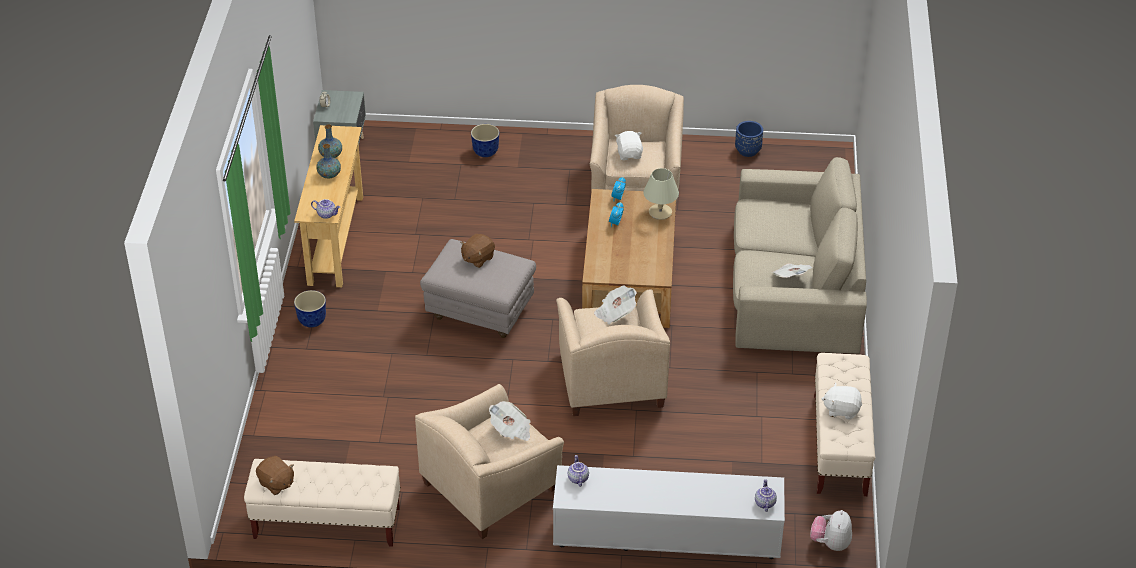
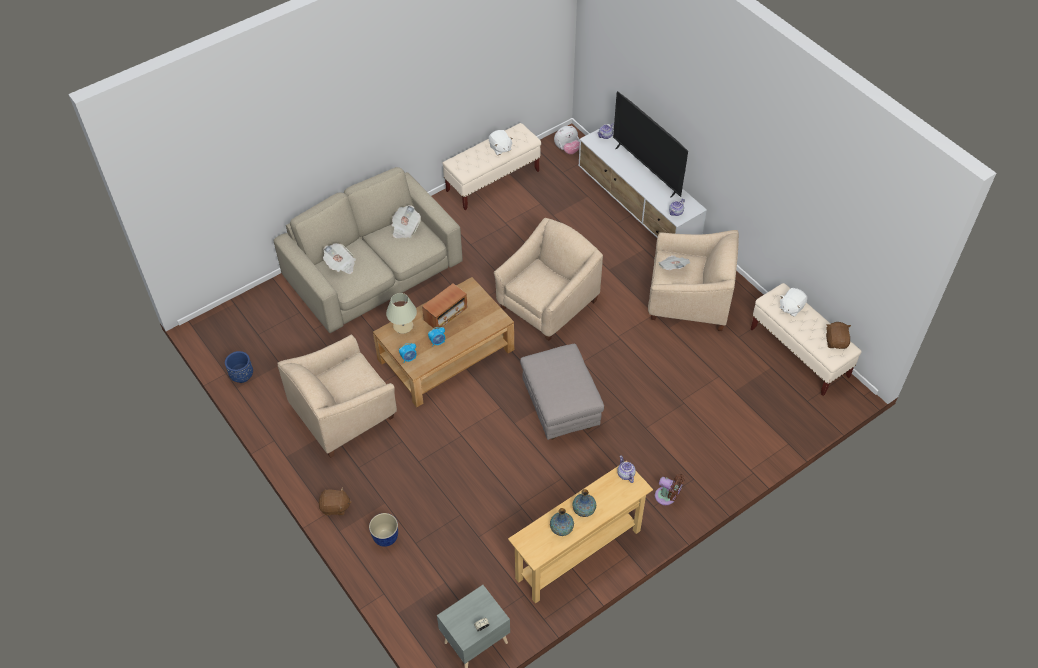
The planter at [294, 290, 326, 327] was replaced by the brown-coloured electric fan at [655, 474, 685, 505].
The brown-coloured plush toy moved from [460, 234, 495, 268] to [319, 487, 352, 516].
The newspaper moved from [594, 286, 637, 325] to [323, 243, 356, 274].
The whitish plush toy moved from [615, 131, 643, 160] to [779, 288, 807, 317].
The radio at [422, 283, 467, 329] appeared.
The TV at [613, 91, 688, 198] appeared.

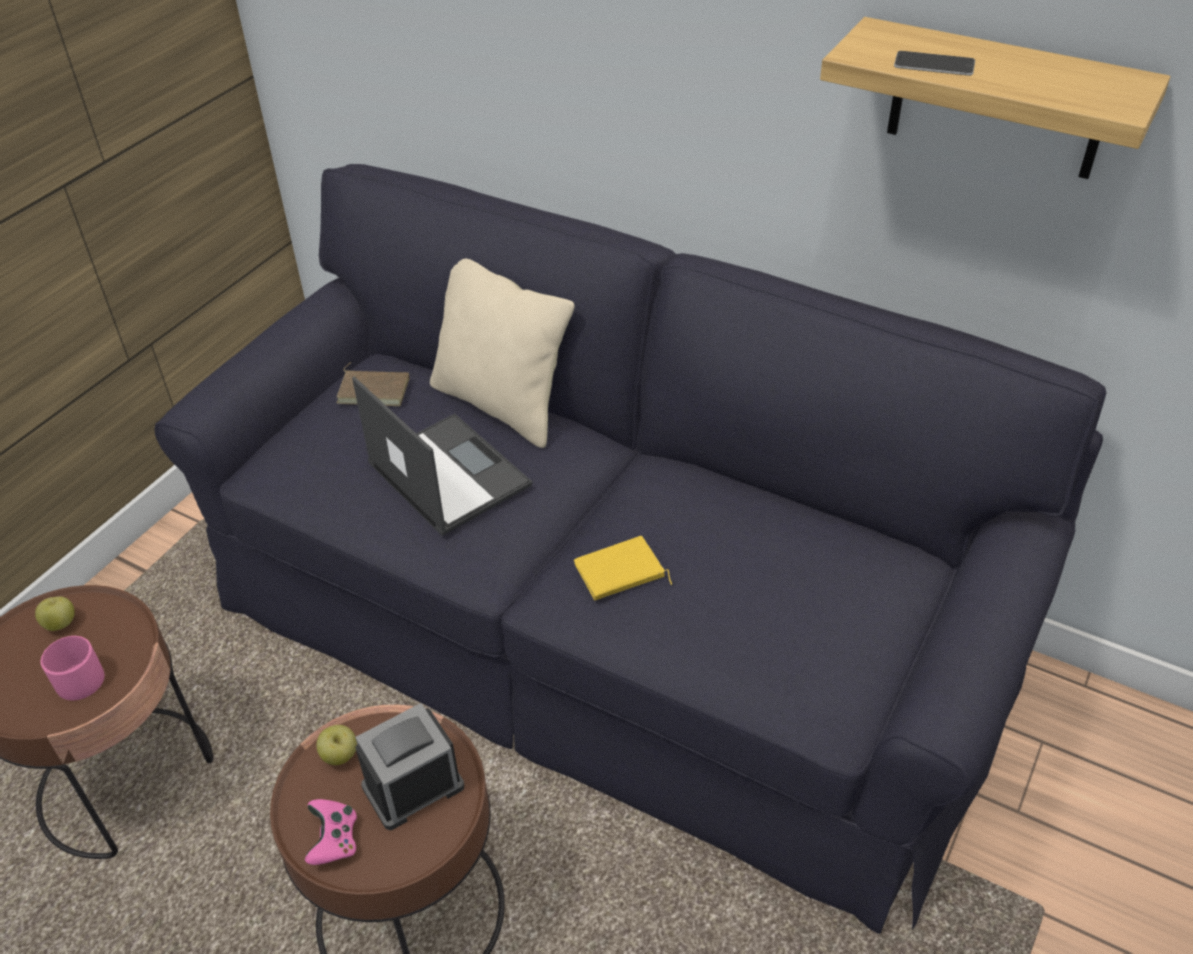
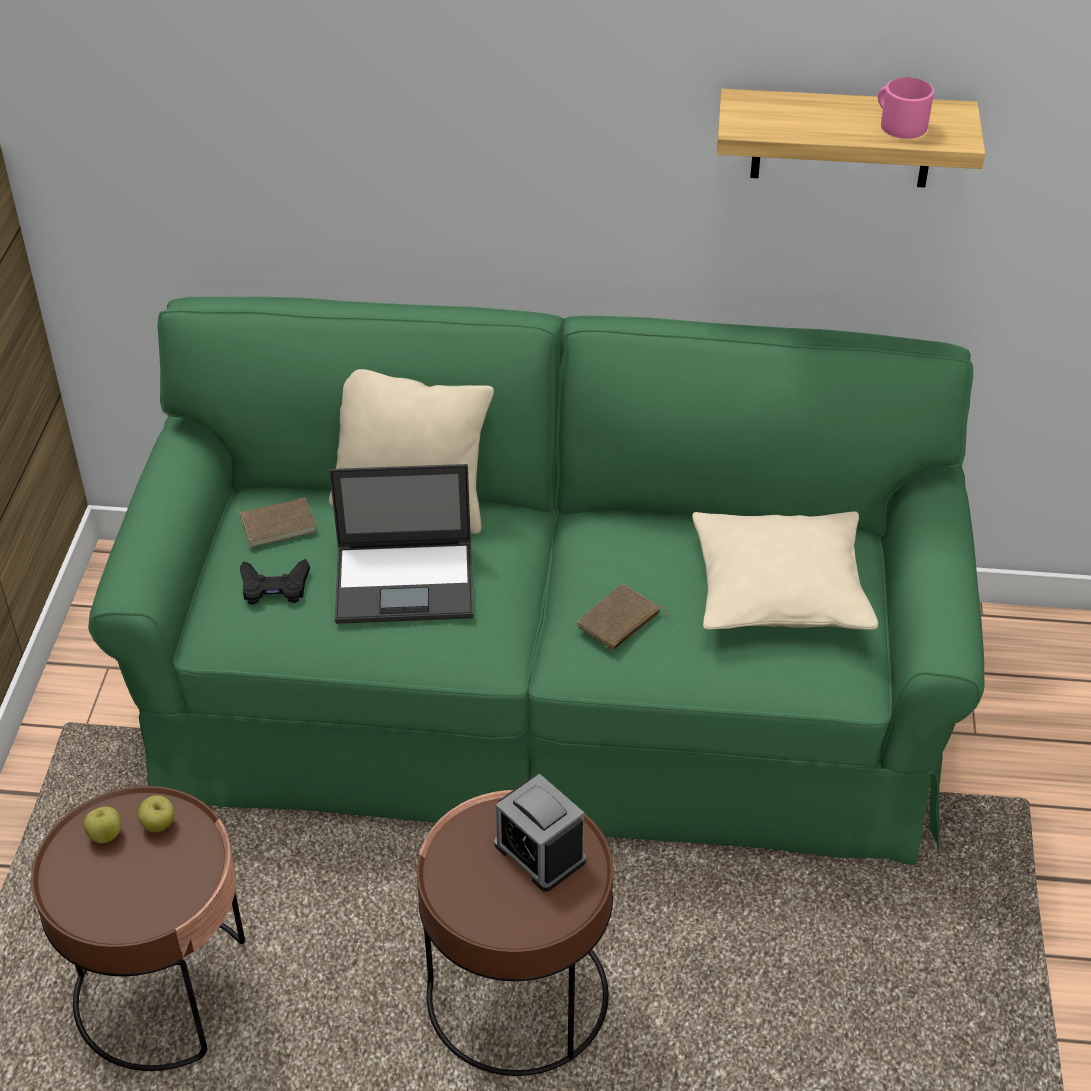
The pink mug moved from [41, 636, 105, 700] to [878, 77, 934, 139].
The blackish settee at [154, 164, 1106, 934] became the green settee at [88, 297, 985, 865].
The pink game controller at [305, 799, 357, 865] disappeared.
The apple fruit moved from [316, 725, 357, 765] to [137, 795, 175, 832].
The portable computer at [352, 376, 532, 536] turned 150 degrees clockwise.
The alarm clock at [355, 703, 464, 830] turned 75 degrees counterclockwise.
The yellowish volume at [574, 536, 672, 600] became the brown-coloured volume at [576, 584, 672, 651].
The handset at [894, 51, 975, 76] disappeared.
The blackish game controller at [240, 559, 310, 605] appeared.
The sand-coloured throw pillow at [692, 511, 878, 630] appeared.

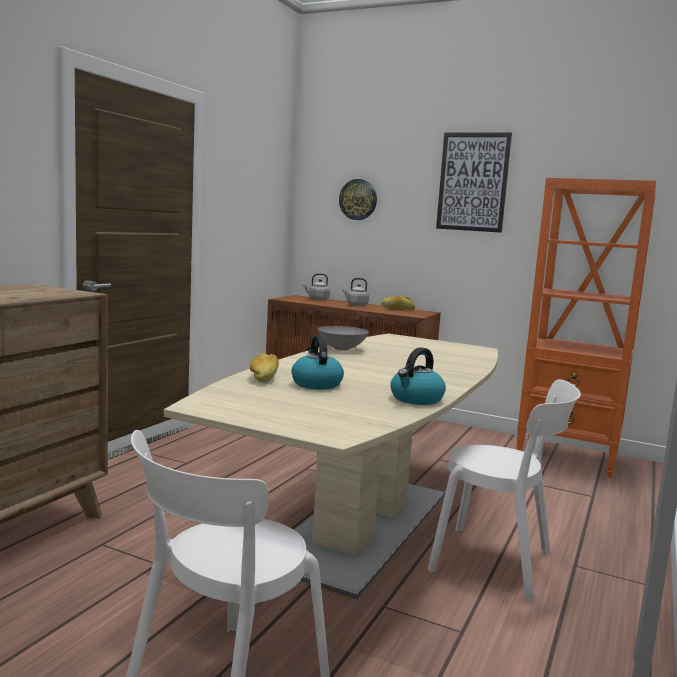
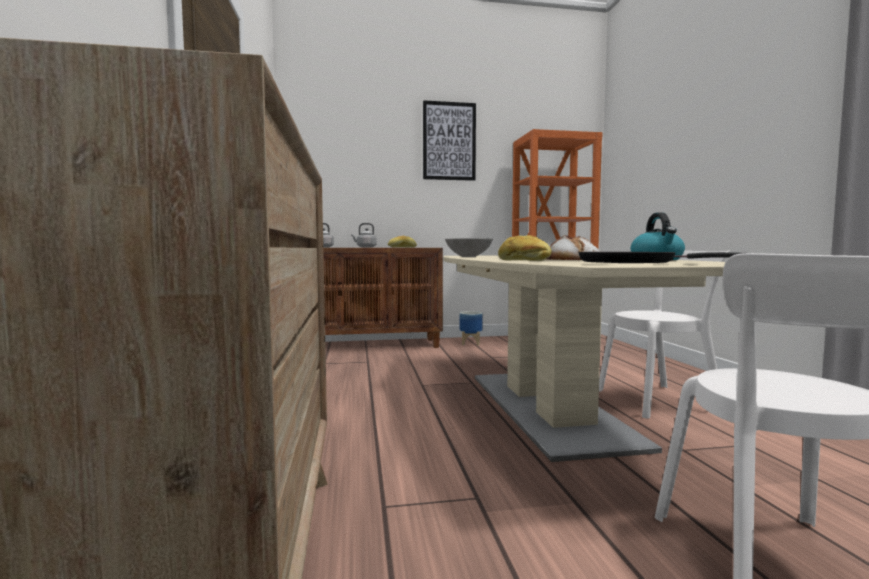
The tea kettle at [292, 335, 344, 390] was replaced by the bakery bread at [546, 235, 600, 260].
The clock on the wall at [339, 179, 377, 220] disappeared.
The planter at [460, 311, 483, 346] appeared.
The blackish pan at [578, 252, 743, 263] appeared.

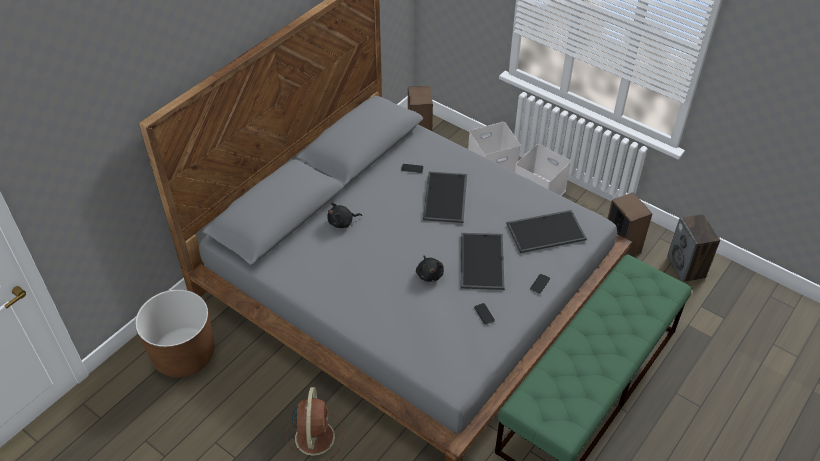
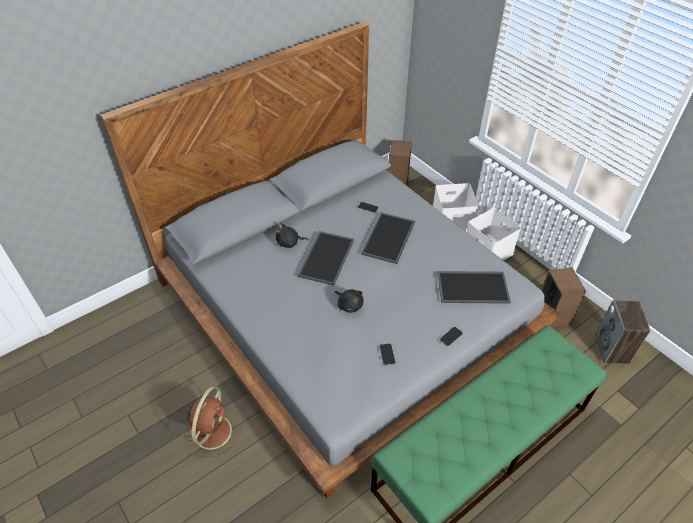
The brown-coloured planter at [135, 289, 215, 377] disappeared.
The blackish plush toy at [416, 255, 444, 282] turned 45 degrees counterclockwise.
The serving tray moved from [461, 233, 504, 290] to [297, 231, 354, 285].

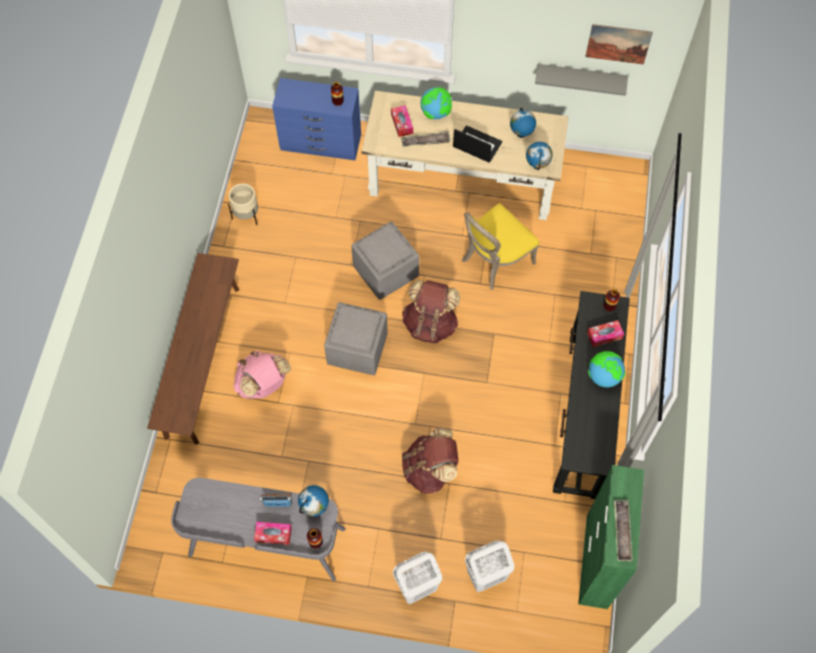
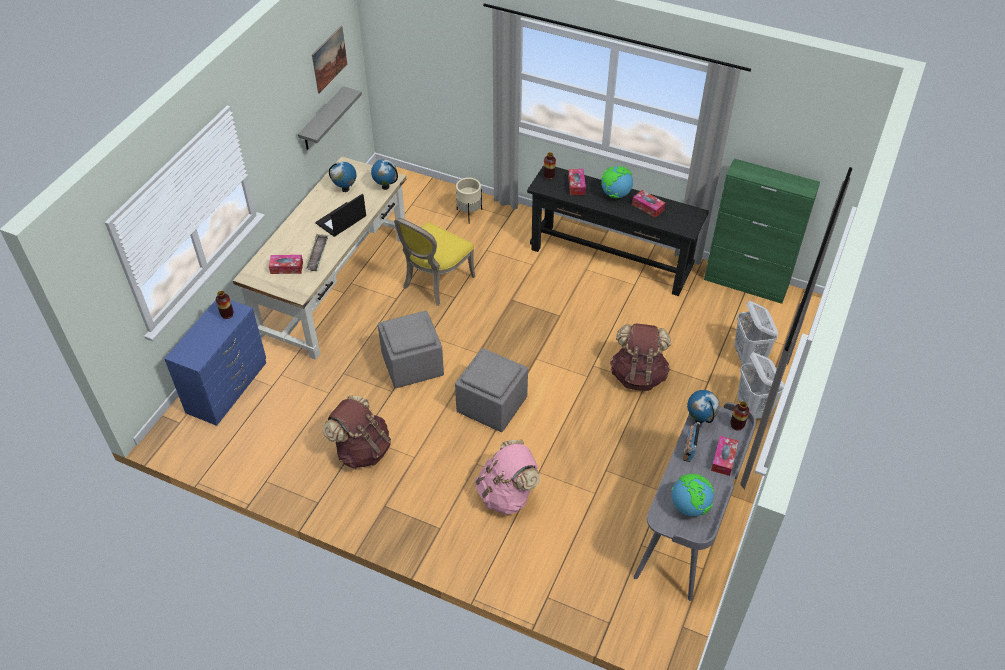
The brown-coloured indoor bench at [147, 253, 239, 445] disappeared.
The sand-coloured planter moved from [228, 183, 258, 225] to [456, 178, 482, 224].
The brown-coloured knapsack moved from [402, 280, 460, 343] to [323, 395, 391, 469].
The desk globe moved from [421, 87, 452, 119] to [672, 474, 714, 516].
The yellowish plain chair at [462, 203, 539, 290] turned 60 degrees clockwise.
The serving tray at [614, 500, 633, 561] disappeared.
The box of tissues at [632, 190, 665, 218] appeared.

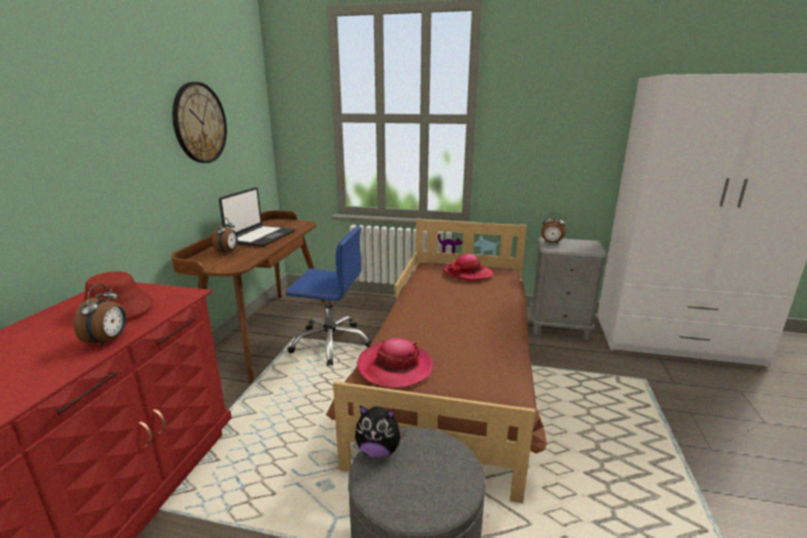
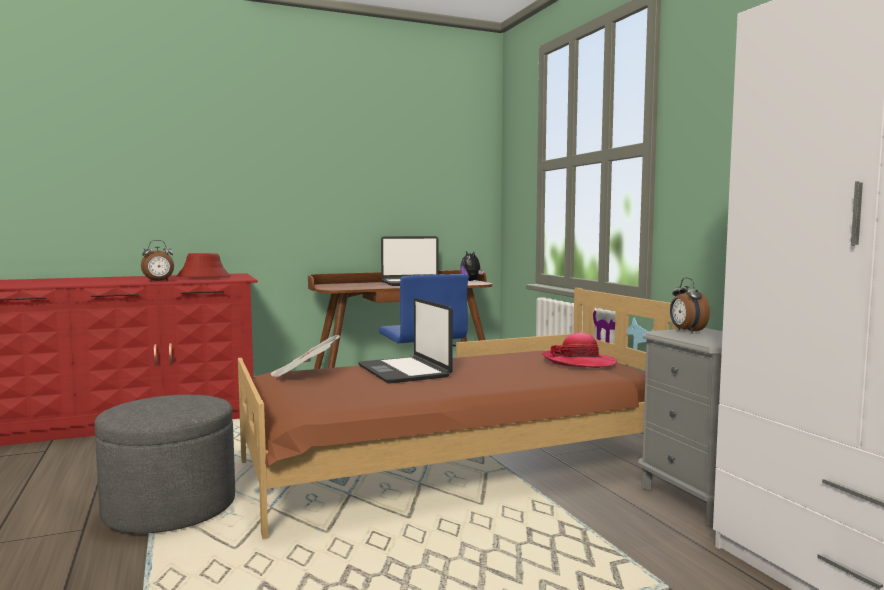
The clock on the wall at [172, 82, 227, 163] disappeared.
The alarm clock at [212, 218, 238, 254] disappeared.
The plush toy moved from [355, 405, 406, 458] to [460, 251, 483, 281].
The hat at [357, 338, 434, 388] was replaced by the newspaper at [271, 335, 340, 378].
The portable computer at [358, 298, 453, 384] appeared.

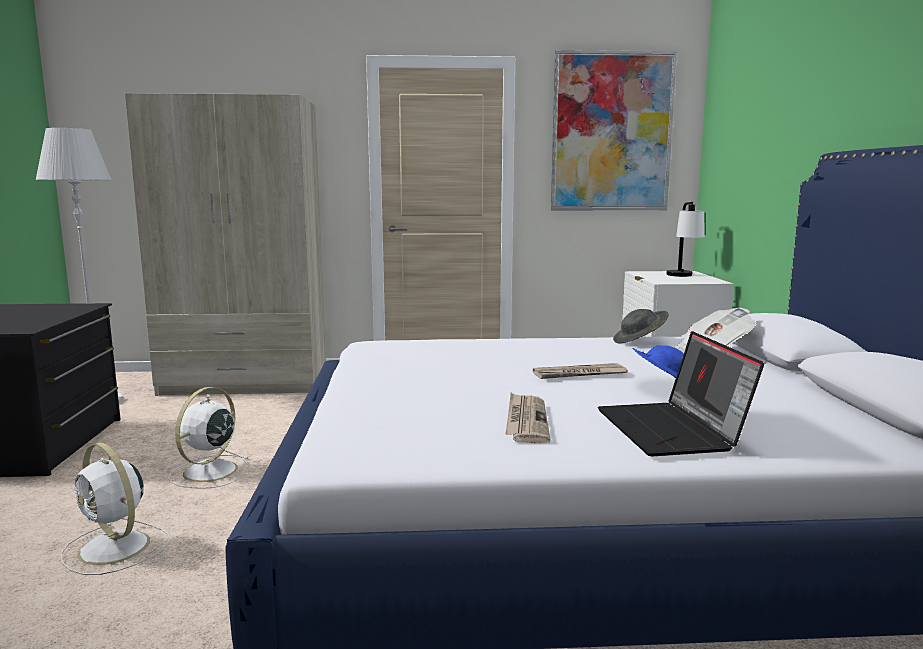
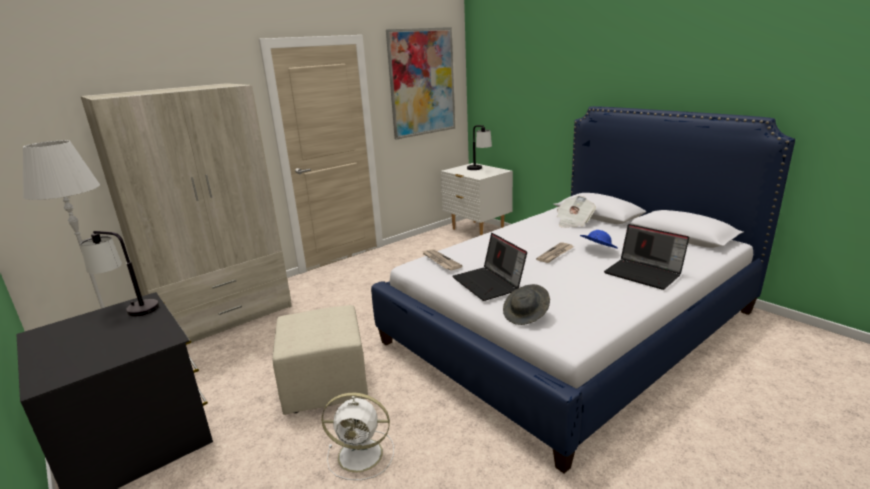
The whitish electric fan at [168, 387, 248, 489] was replaced by the sand-coloured pouffe at [272, 305, 368, 415].
The newspaper moved from [505, 393, 550, 443] to [422, 249, 463, 271].
The gray hat moved from [613, 309, 669, 343] to [503, 284, 550, 325].
The table lamp at [80, 231, 159, 317] appeared.
The portable computer at [452, 233, 527, 301] appeared.

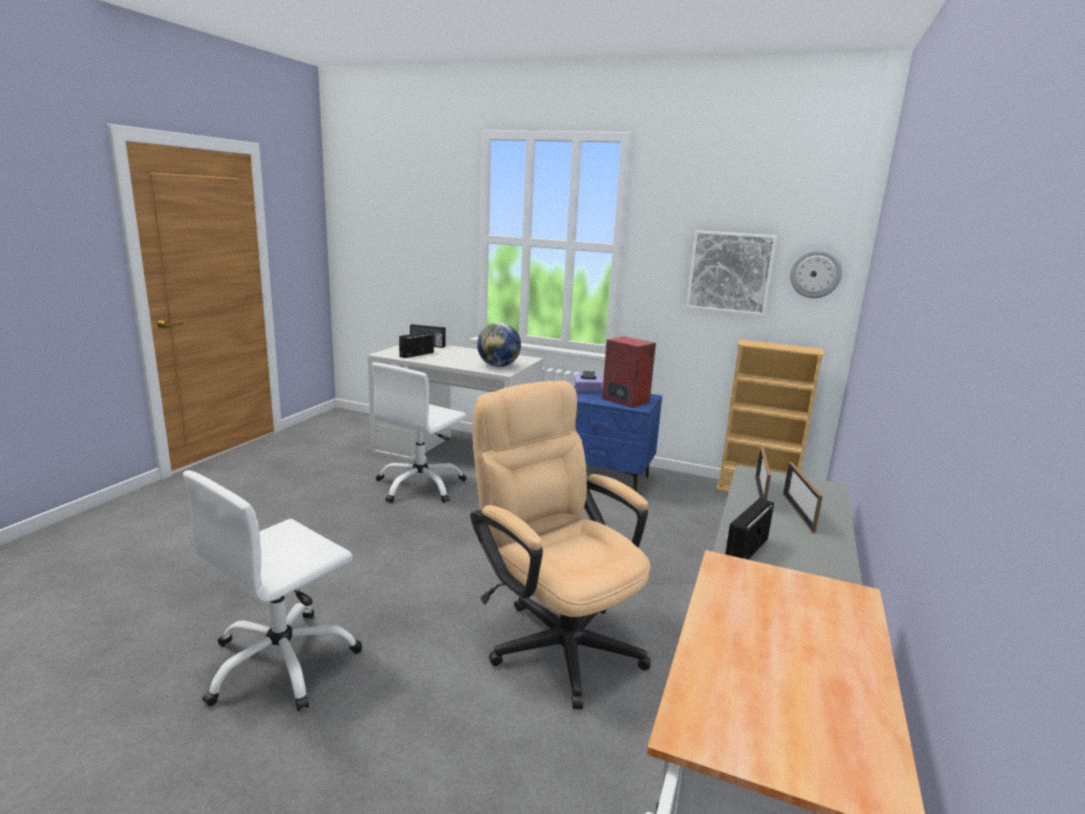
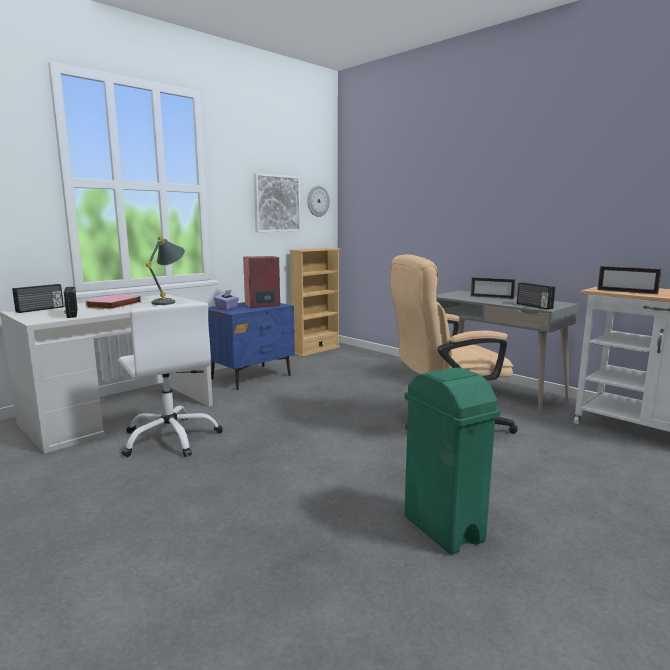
The whitish computer chair at [183, 470, 362, 711] was replaced by the green trash can at [404, 367, 501, 554].
The desk globe at [477, 322, 521, 367] was replaced by the gray table lamp at [146, 236, 185, 305].
The standing frame moved from [755, 447, 771, 500] to [597, 266, 662, 294].
The pink volume at [86, 294, 141, 309] appeared.

